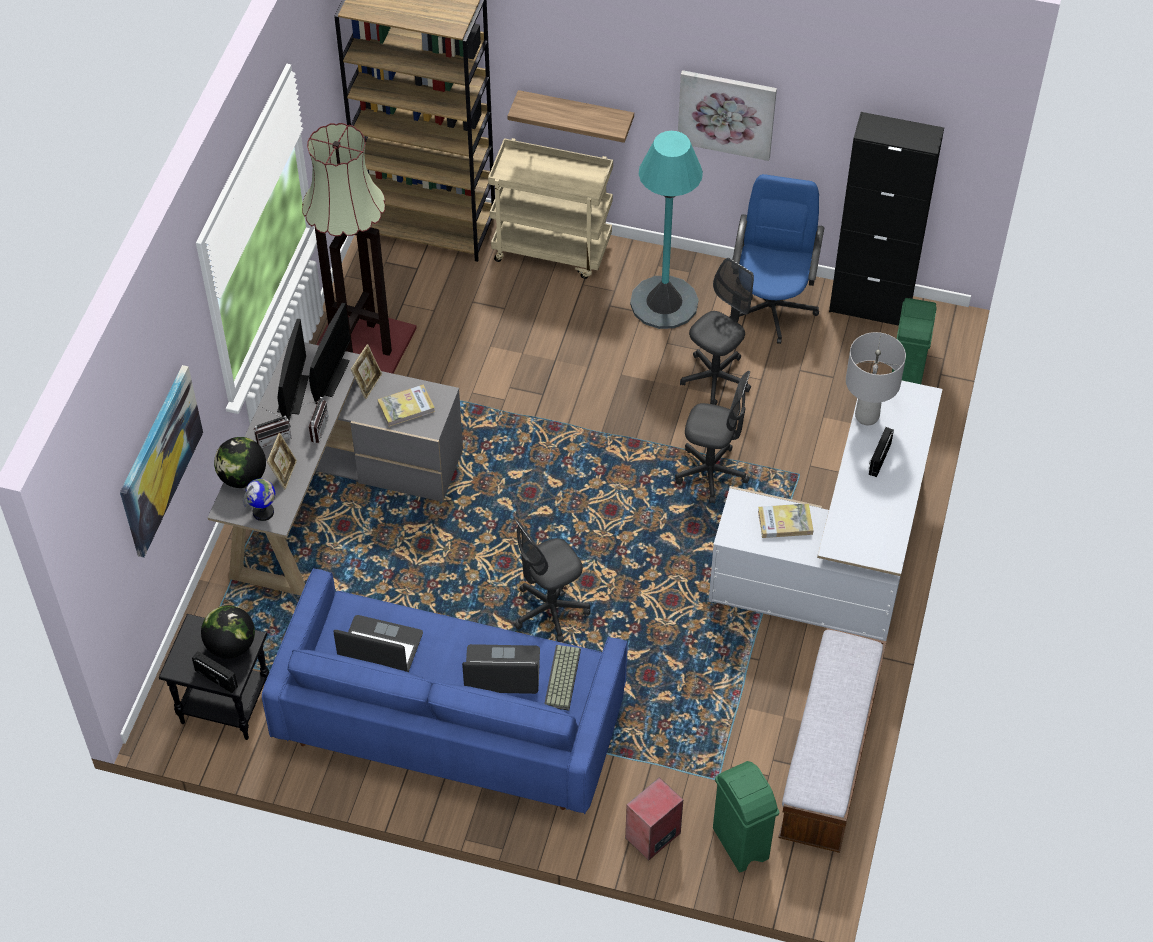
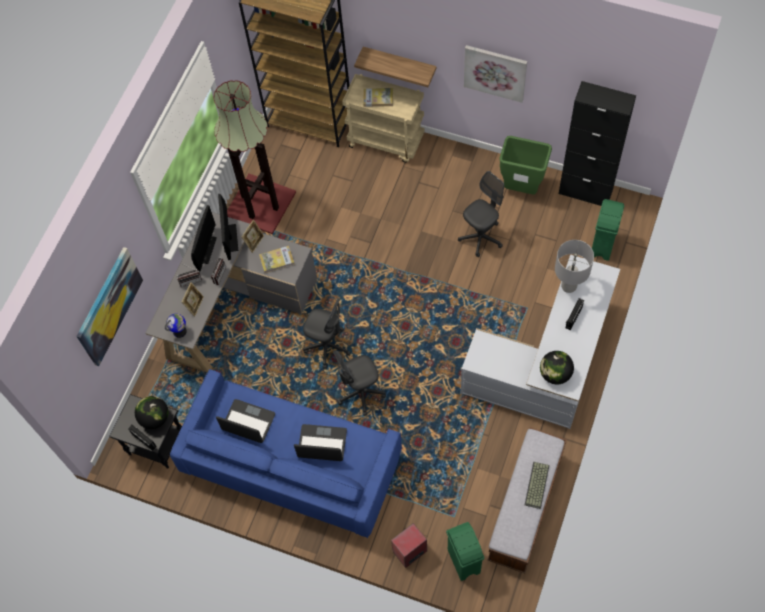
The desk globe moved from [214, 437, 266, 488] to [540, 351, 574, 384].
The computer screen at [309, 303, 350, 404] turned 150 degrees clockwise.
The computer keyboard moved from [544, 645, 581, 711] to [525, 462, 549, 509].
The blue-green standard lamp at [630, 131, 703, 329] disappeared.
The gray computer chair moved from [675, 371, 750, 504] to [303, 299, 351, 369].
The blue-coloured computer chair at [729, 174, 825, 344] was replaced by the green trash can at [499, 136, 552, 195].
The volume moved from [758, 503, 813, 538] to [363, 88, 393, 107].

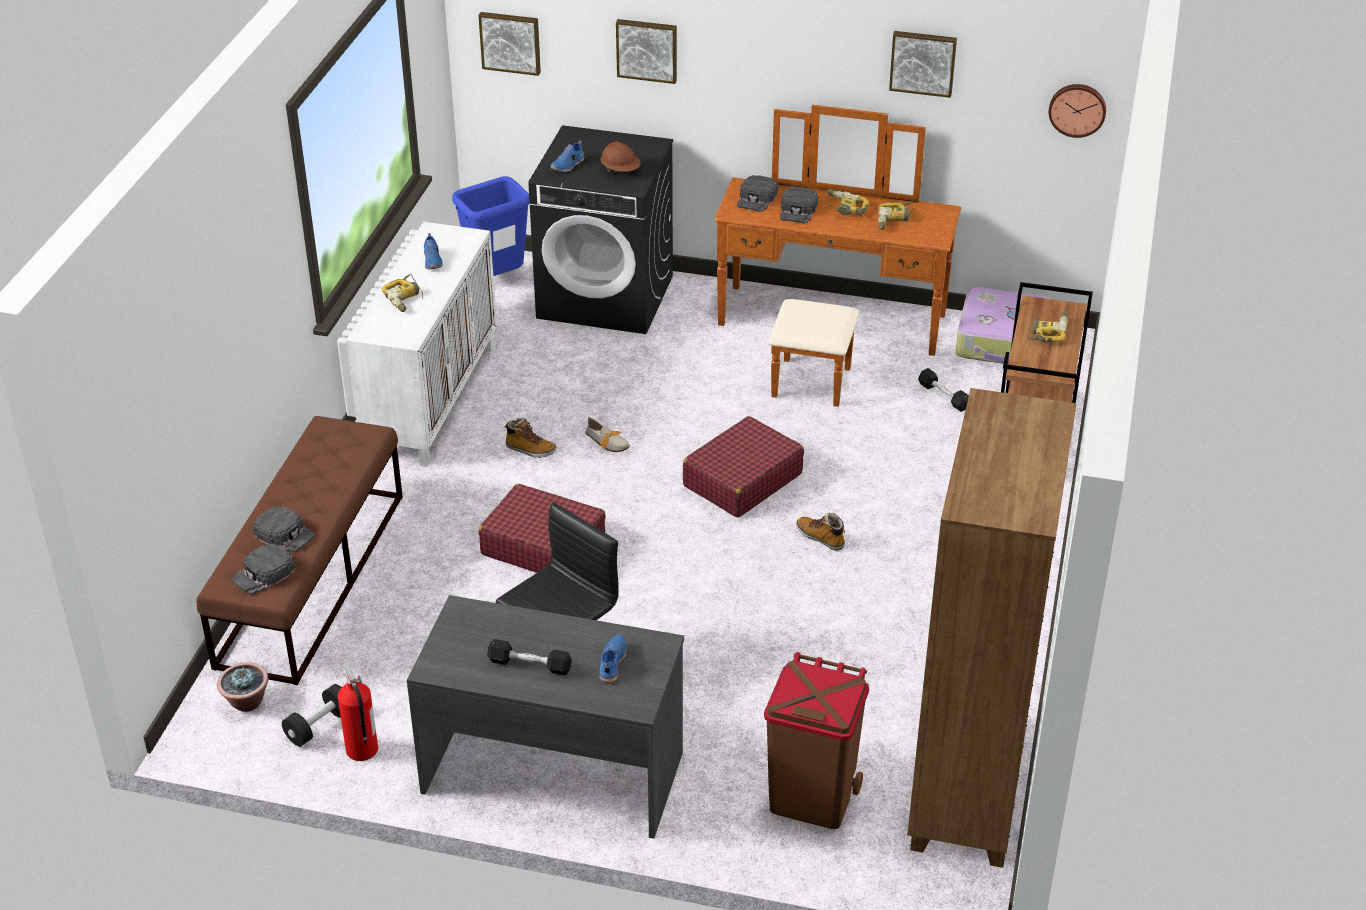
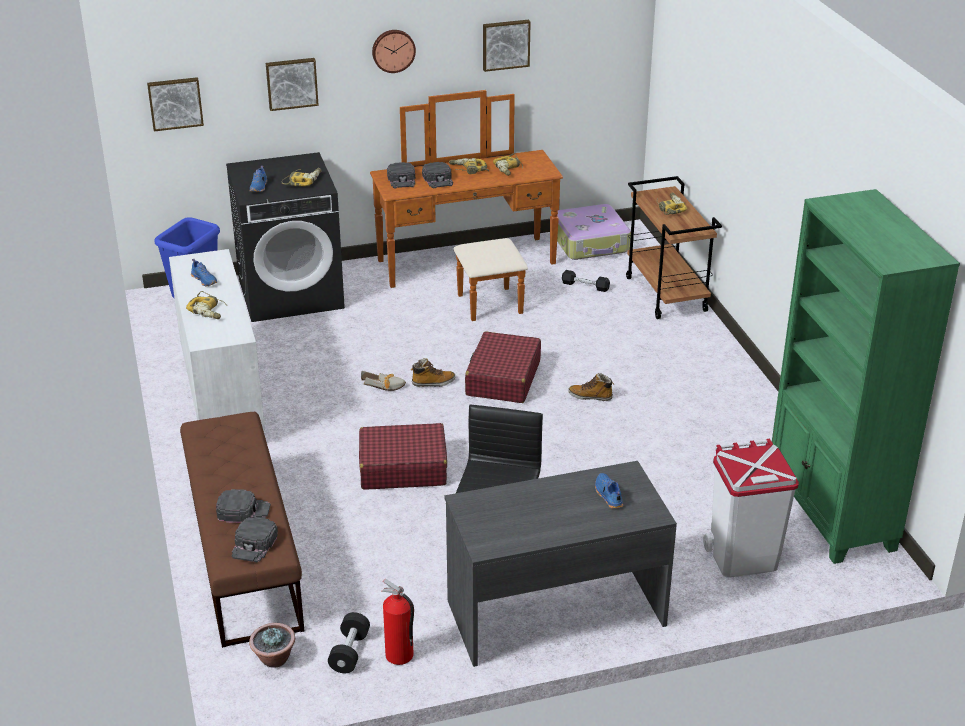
The blackish free weight at [487, 639, 572, 675] disappeared.
The tall boot moved from [504, 418, 557, 458] to [411, 358, 455, 387].
The brown-coloured work helmet at [600, 142, 641, 173] was replaced by the drill at [282, 168, 321, 186].
The brown-coloured trash can at [764, 652, 869, 829] became the whitish trash can at [703, 439, 799, 578].
The brown-coloured bookshelf at [907, 388, 1077, 868] became the green bookshelf at [772, 189, 960, 564].
The clock on the wall moved from [1049, 84, 1106, 138] to [372, 30, 416, 73].

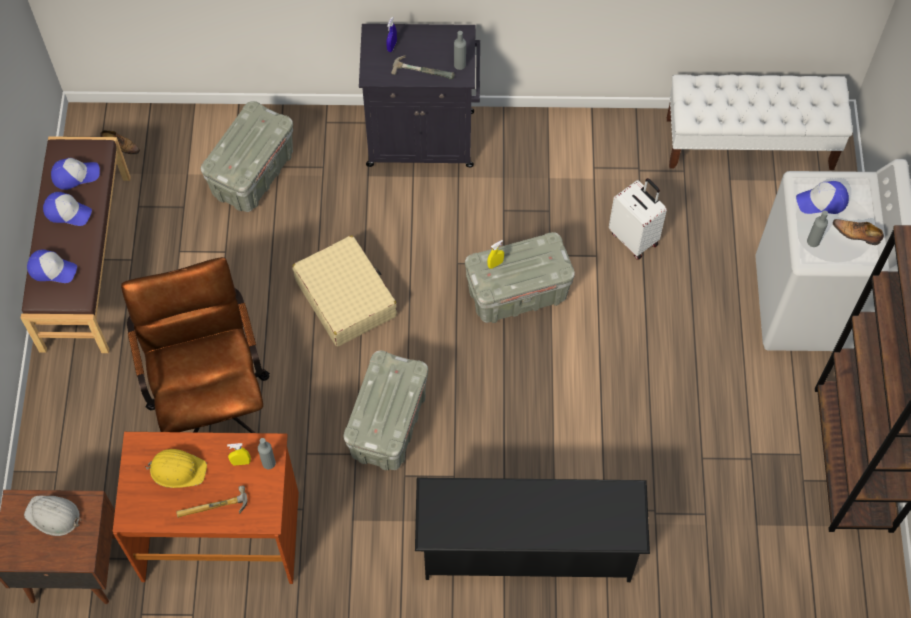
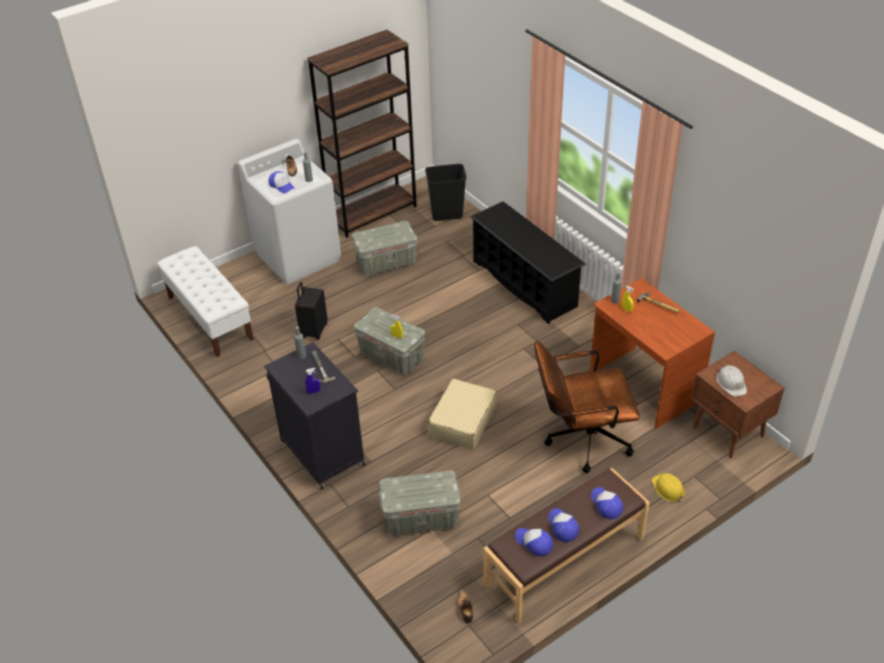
The brown-coloured computer chair at [121, 257, 270, 433] turned 45 degrees clockwise.
The yellowish work helmet moved from [145, 449, 207, 488] to [652, 473, 685, 502].
The gray storage box moved from [344, 351, 428, 470] to [352, 221, 417, 276].
The whitish travel case at [609, 178, 667, 260] became the blackish travel case at [295, 282, 328, 340].
The blackish trash can at [425, 164, 467, 221] appeared.

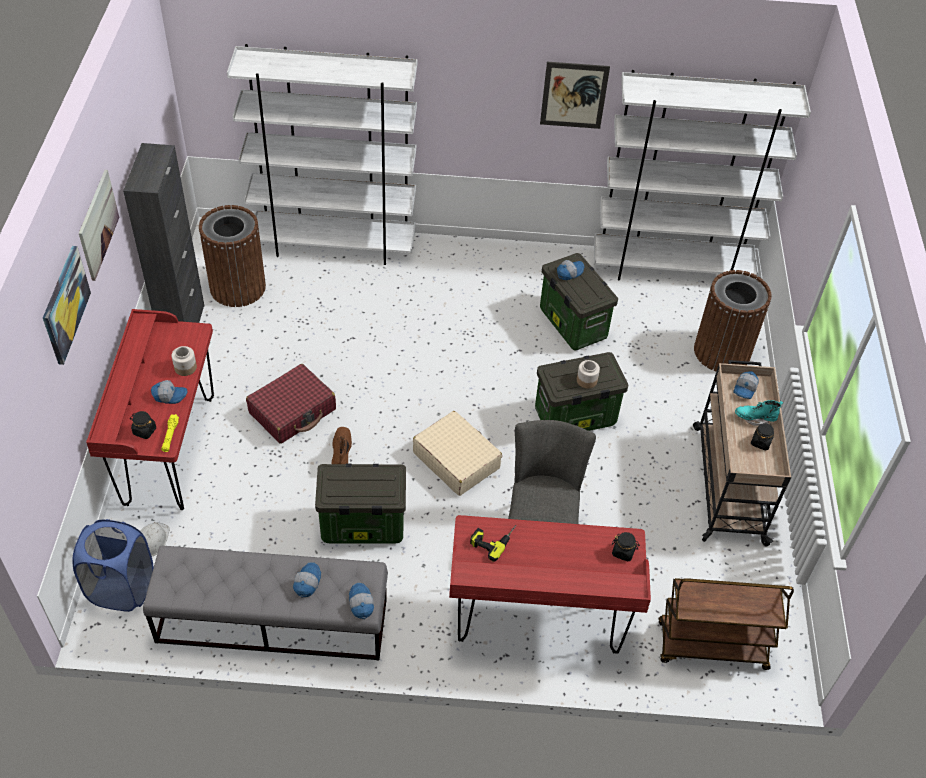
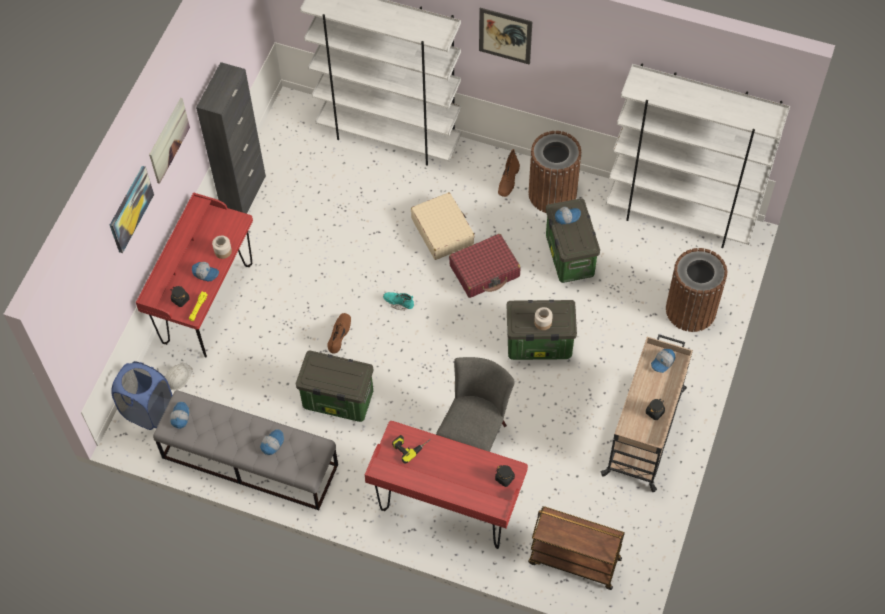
The brown-coloured trash can moved from [199, 205, 266, 307] to [529, 131, 582, 213].
The red-coloured travel case moved from [246, 364, 336, 444] to [449, 234, 520, 298].
The cap moved from [349, 583, 374, 619] to [170, 402, 189, 429].
The sand-coloured travel case moved from [413, 411, 502, 496] to [411, 192, 475, 260].
The picture moved from [540, 62, 610, 129] to [479, 8, 532, 65].
The blue-green tall boot moved from [735, 400, 783, 426] to [383, 292, 414, 311].
The brown-coloured tall boot at [498, 149, 520, 197] appeared.

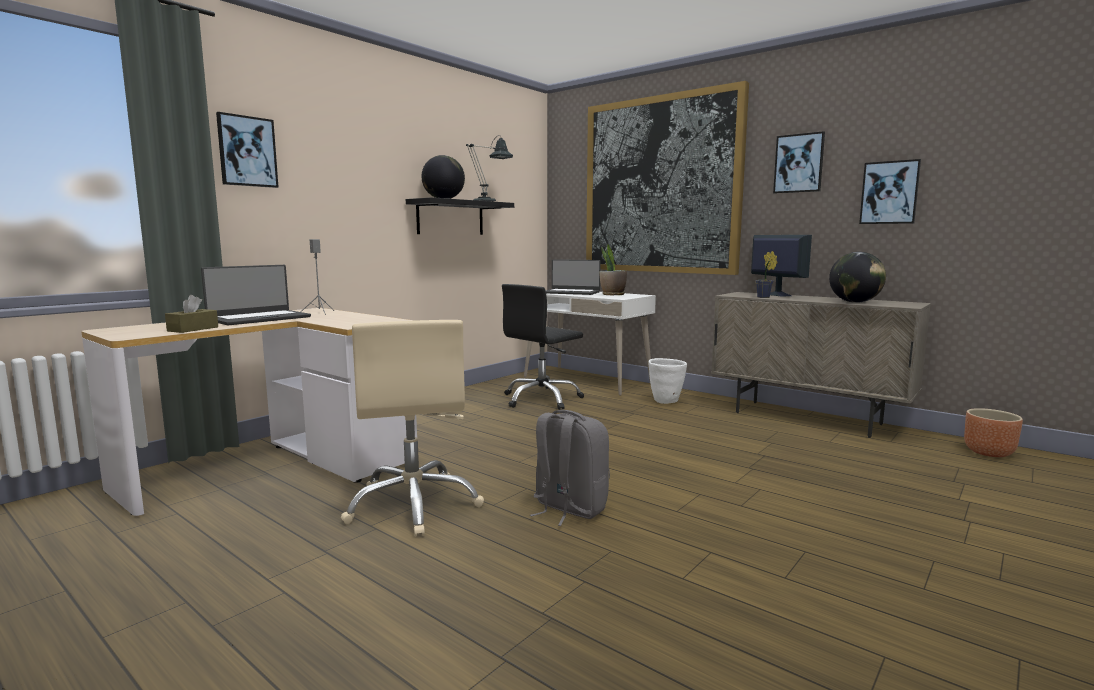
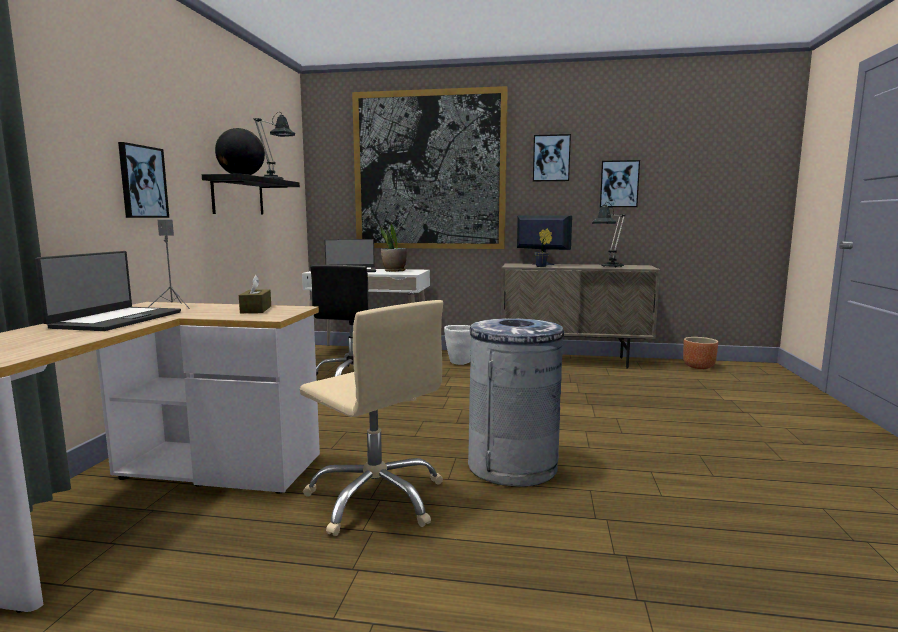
The brown-coloured box of tissues moved from [165, 295, 218, 333] to [239, 275, 271, 313].
The picture moved from [216, 112, 279, 188] to [118, 142, 169, 218].
The gray knapsack at [530, 410, 610, 526] was replaced by the gray trash can at [468, 318, 564, 487].
The desk globe at [829, 252, 886, 303] was replaced by the table lamp at [592, 202, 625, 268].

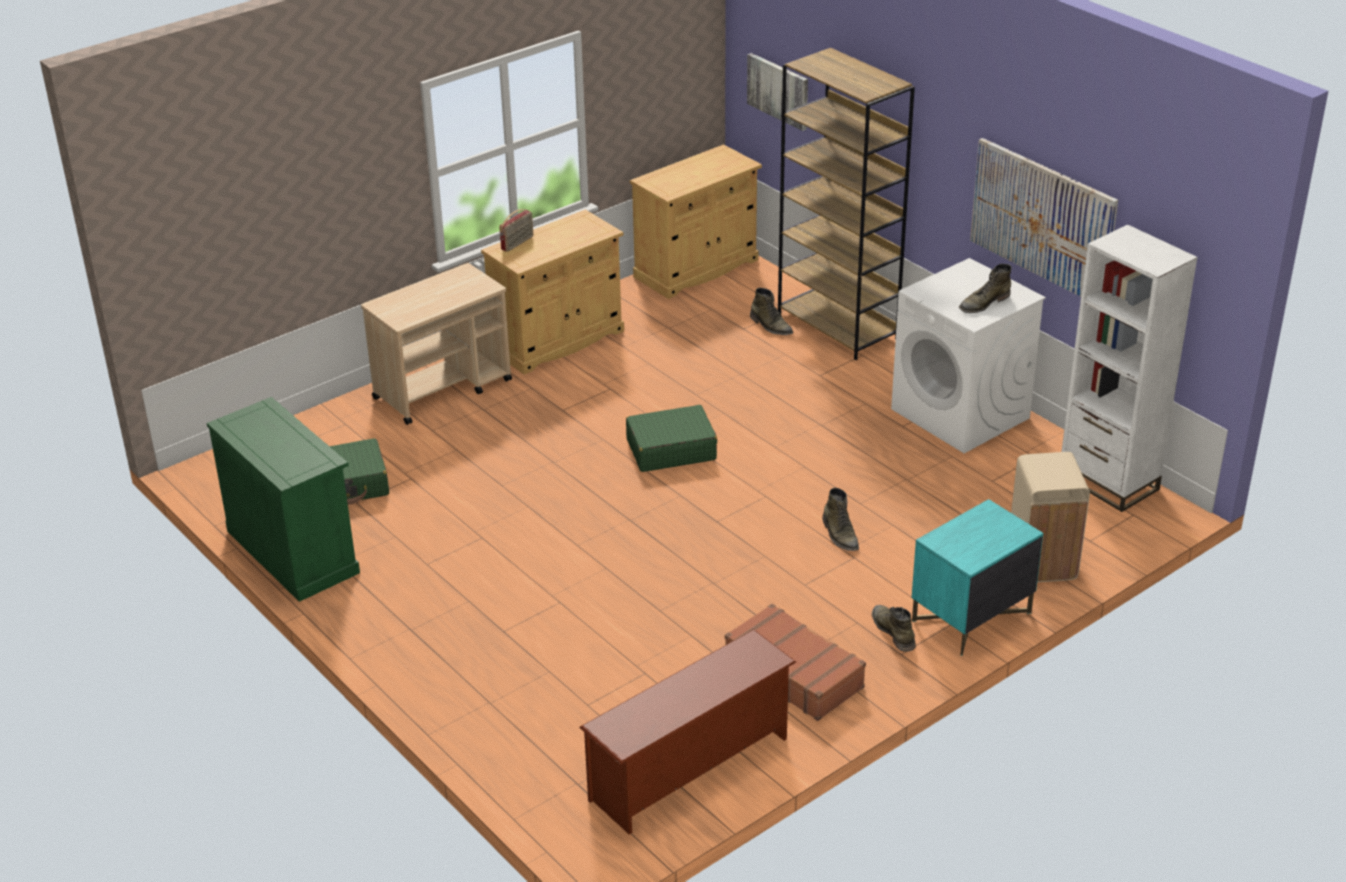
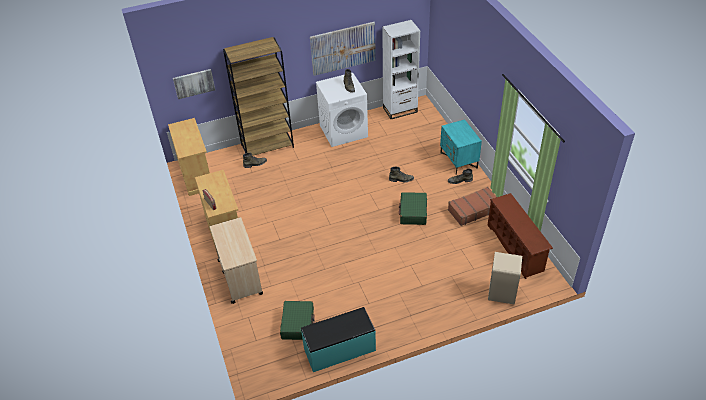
The green storage cabinet at [207, 397, 360, 602] was replaced by the blue-green indoor bench at [301, 307, 376, 372].
The green travel case moved from [626, 405, 717, 472] to [399, 192, 427, 225].
The sand-coloured trash can moved from [1011, 452, 1090, 582] to [488, 252, 522, 305].

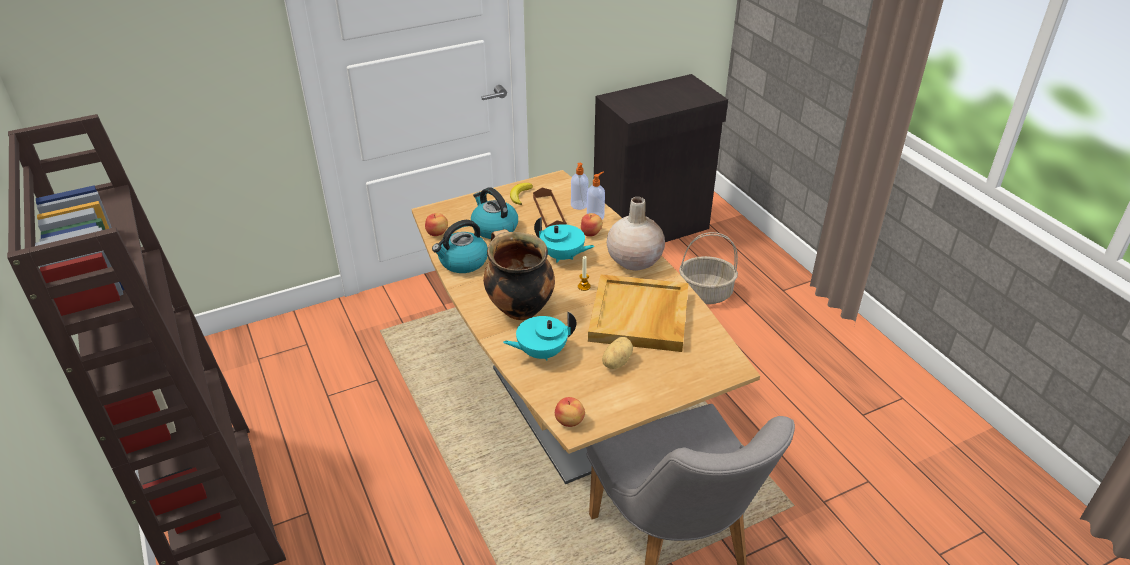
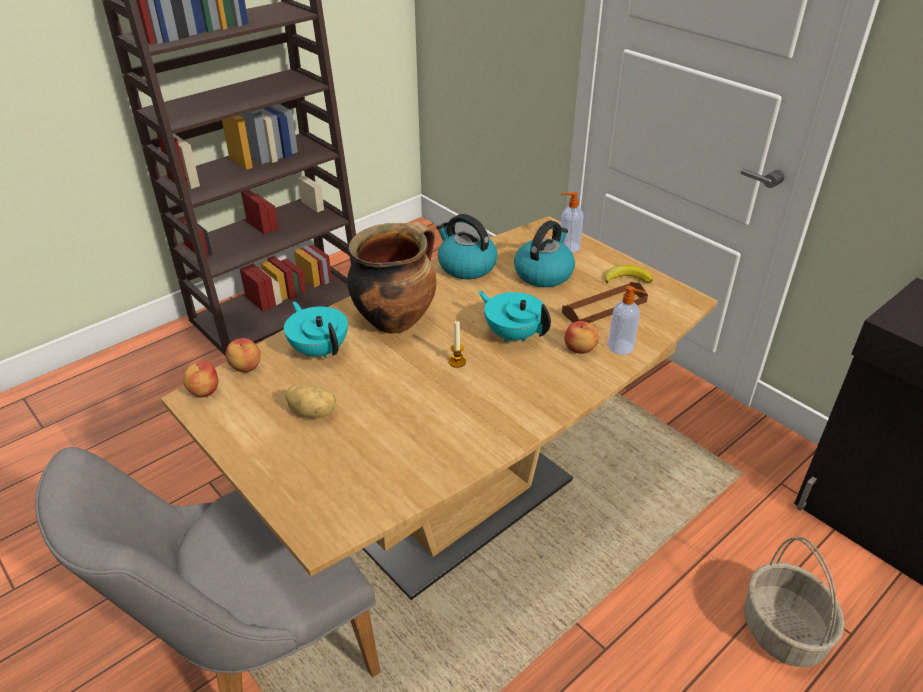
The apple fruit moved from [425, 213, 448, 236] to [226, 338, 261, 372].
The blue-green teapot at [534, 217, 595, 263] turned 120 degrees clockwise.
The soap dispenser moved from [571, 163, 588, 210] to [560, 192, 584, 253].
The sand-coloured serving tray at [588, 274, 688, 352] disappeared.
The sand-coloured decorative vase at [607, 197, 665, 271] disappeared.

